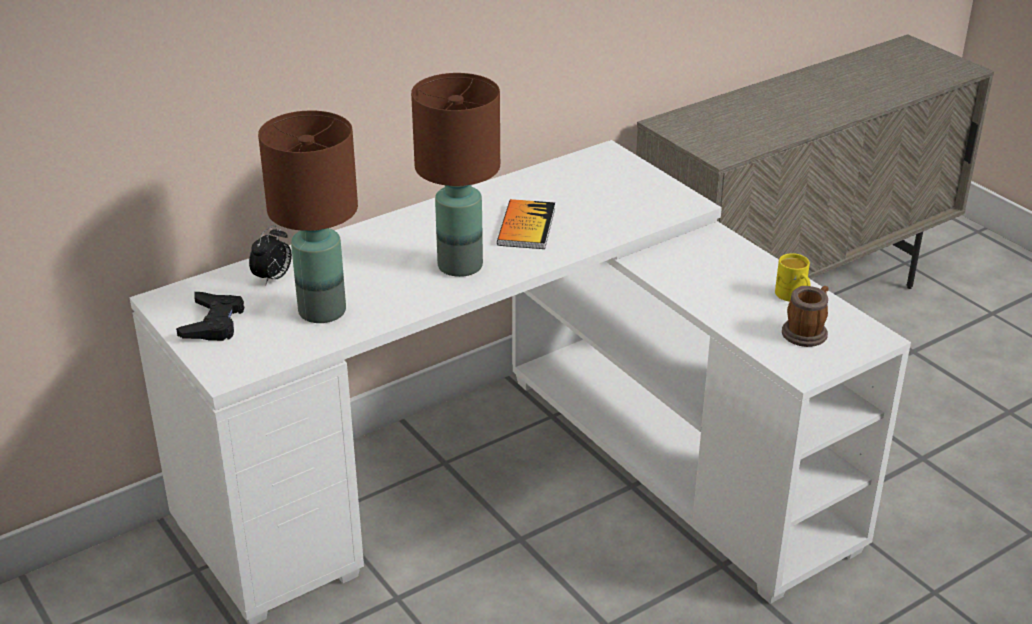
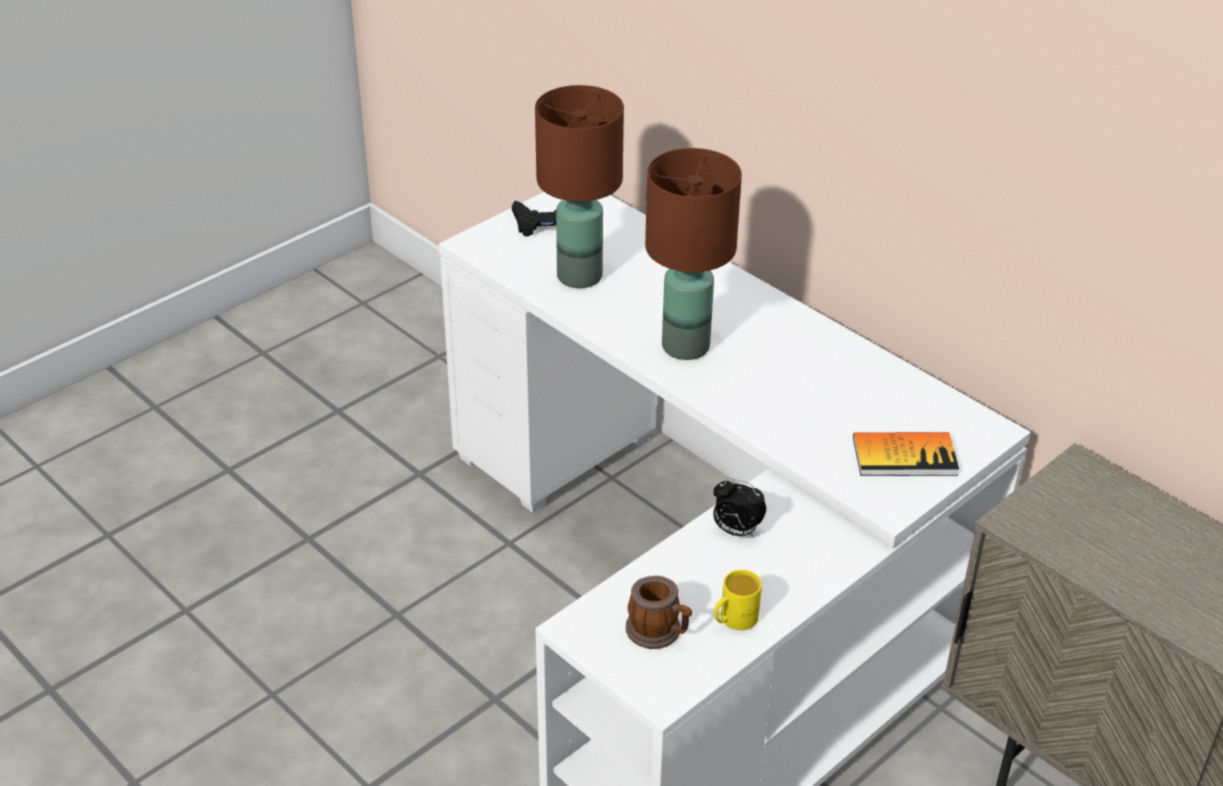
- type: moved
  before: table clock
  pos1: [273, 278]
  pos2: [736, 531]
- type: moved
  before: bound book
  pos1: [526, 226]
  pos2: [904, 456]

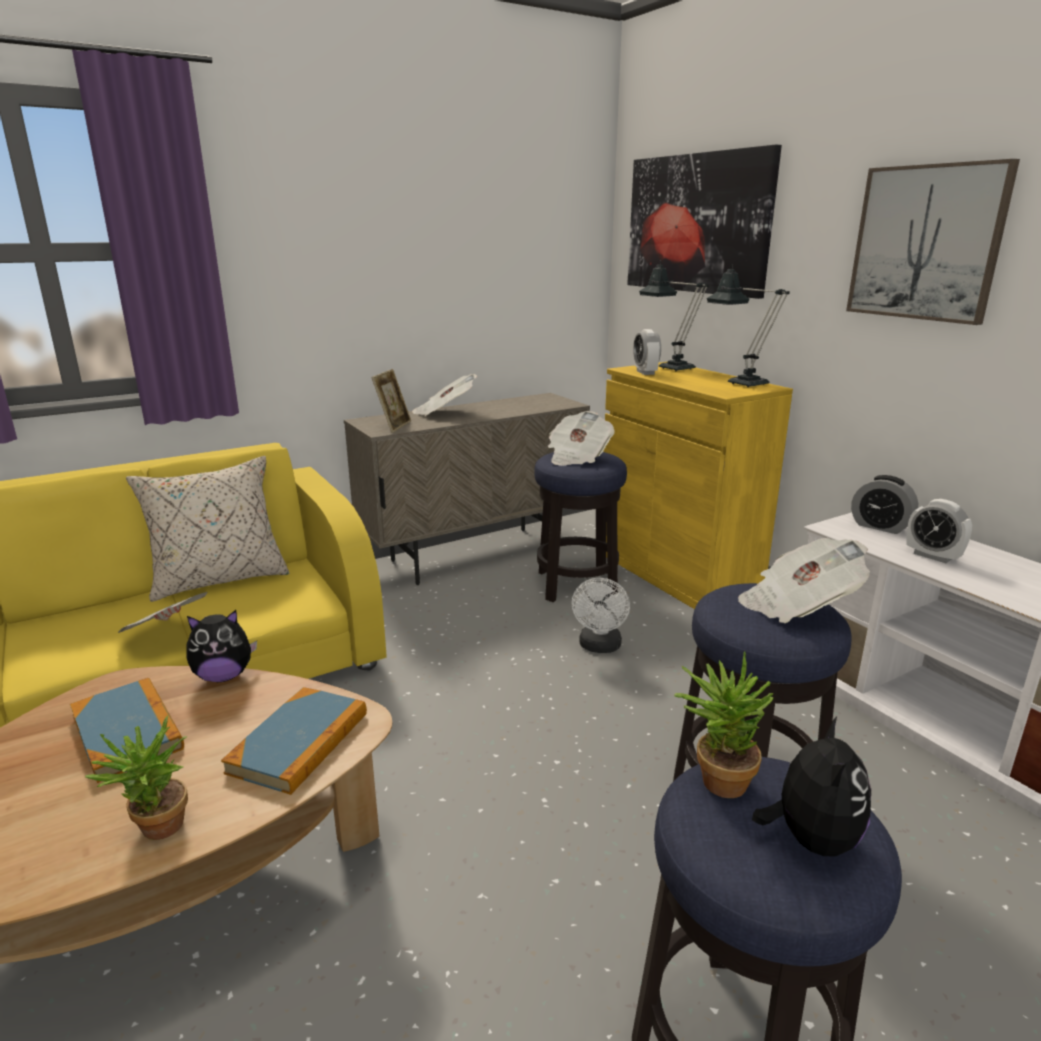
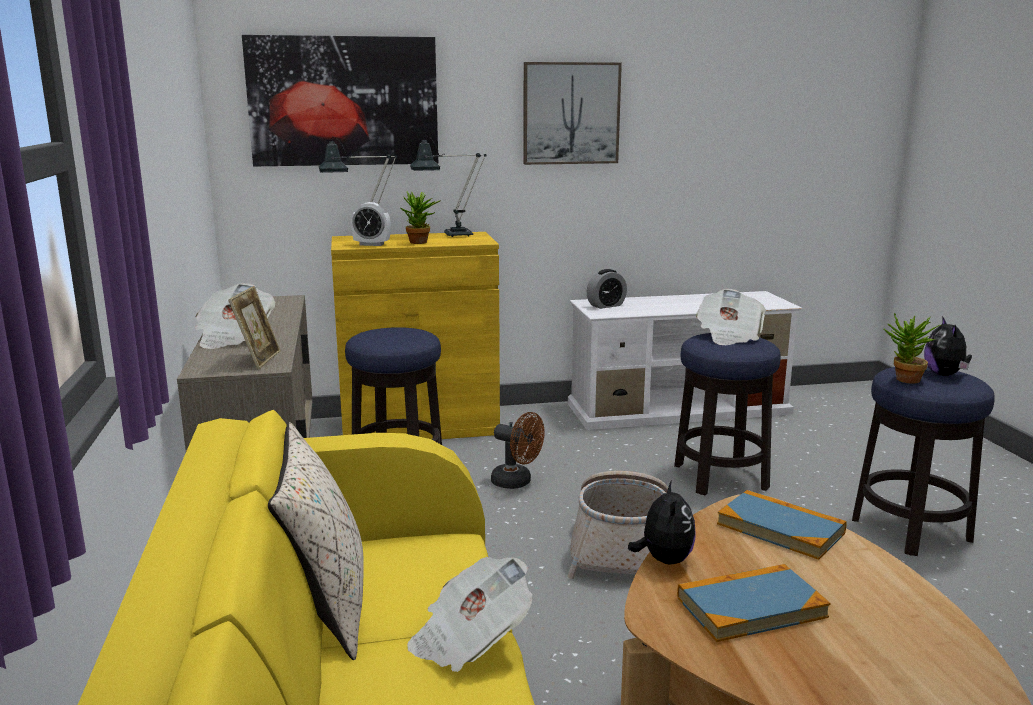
- type: removed
  before: newspaper
  pos1: [577, 457]
- type: removed
  before: table clock
  pos1: [932, 556]
- type: added
  after: basket
  pos2: [623, 548]
- type: moved
  before: houseplant
  pos1: [156, 831]
  pos2: [421, 243]
- type: recoloured
  before: white electric fan
  after: brown electric fan
  pos1: [599, 647]
  pos2: [517, 482]
- type: turned
  before: photo frame
  pos1: [394, 426]
  pos2: [258, 360]
  turn: 60
- type: turned
  before: cuddly toy
  pos1: [810, 838]
  pos2: [945, 375]
  turn: -120

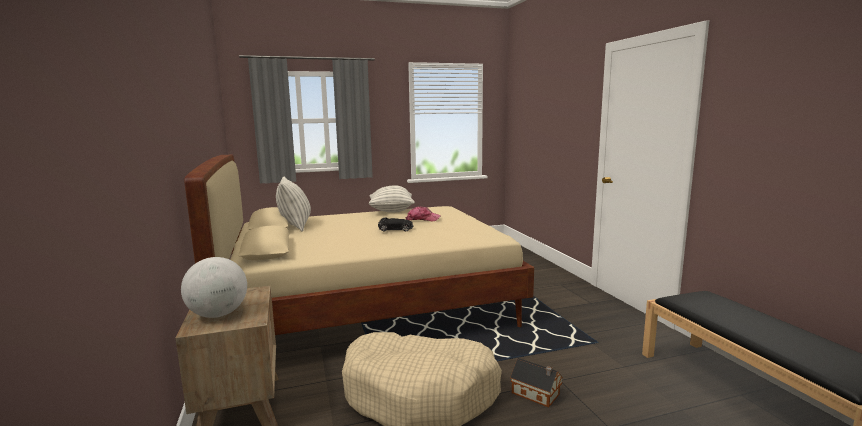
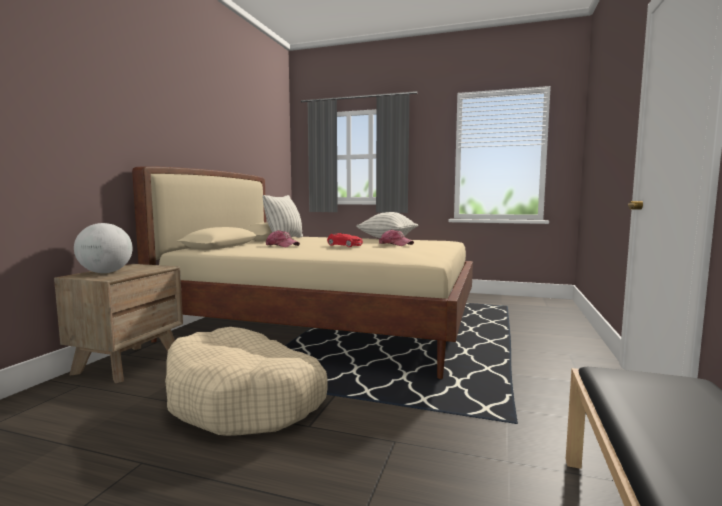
- type: removed
  before: model house
  pos1: [537, 394]
- type: added
  after: peaked cap
  pos2: [282, 245]
- type: recoloured
  before: blackish miniature car
  after: reddish miniature car
  pos1: [396, 229]
  pos2: [345, 245]

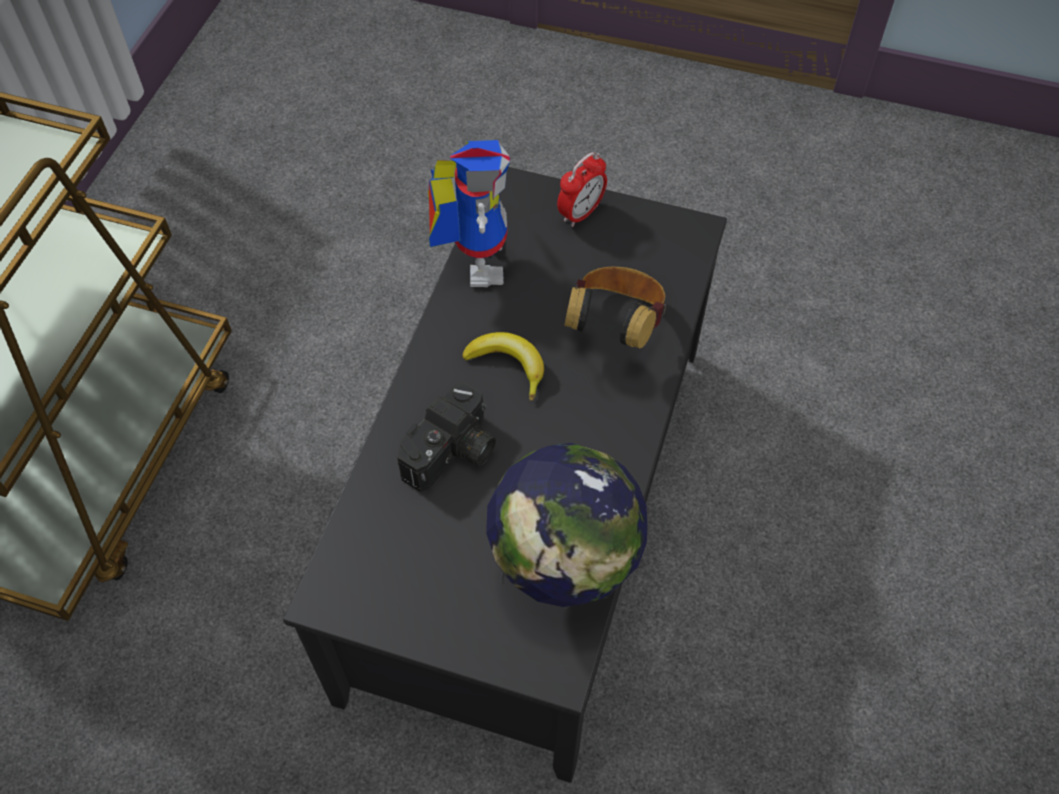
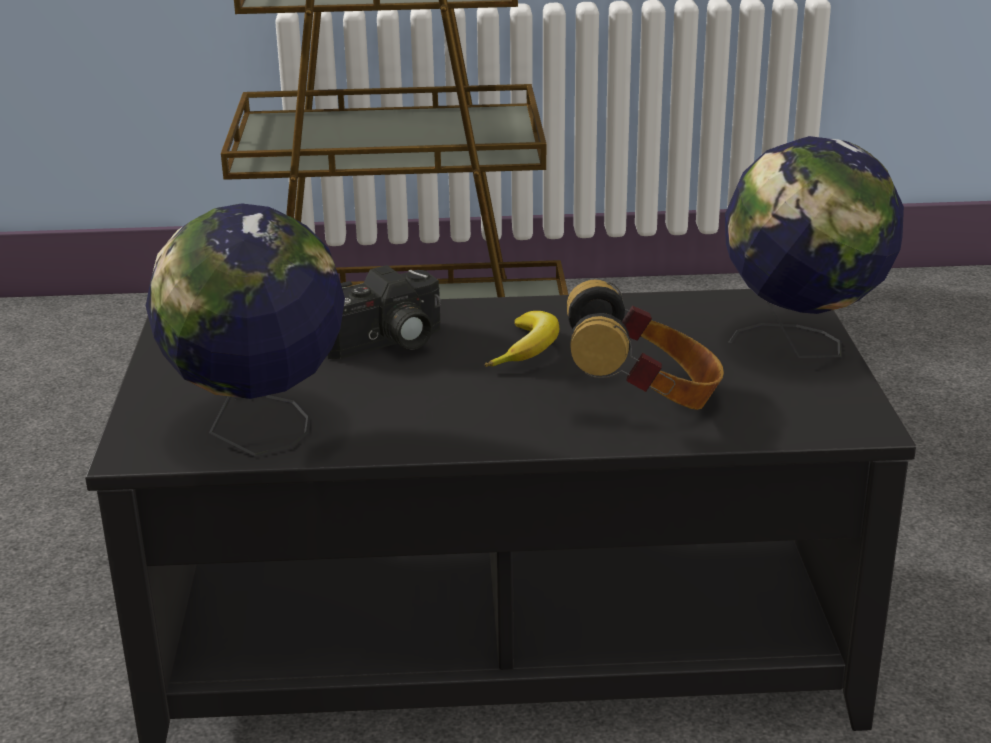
- type: removed
  before: toy robot
  pos1: [473, 257]
- type: replaced
  before: table clock
  after: globe
  pos1: [581, 213]
  pos2: [802, 347]
- type: turned
  before: photo camera
  pos1: [453, 454]
  pos2: [385, 344]
  turn: -45

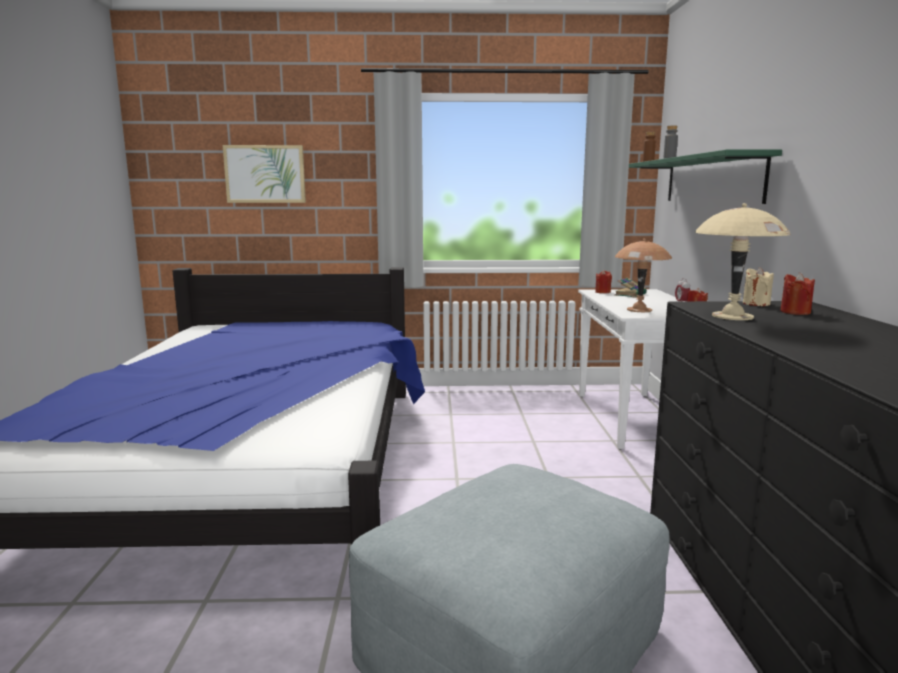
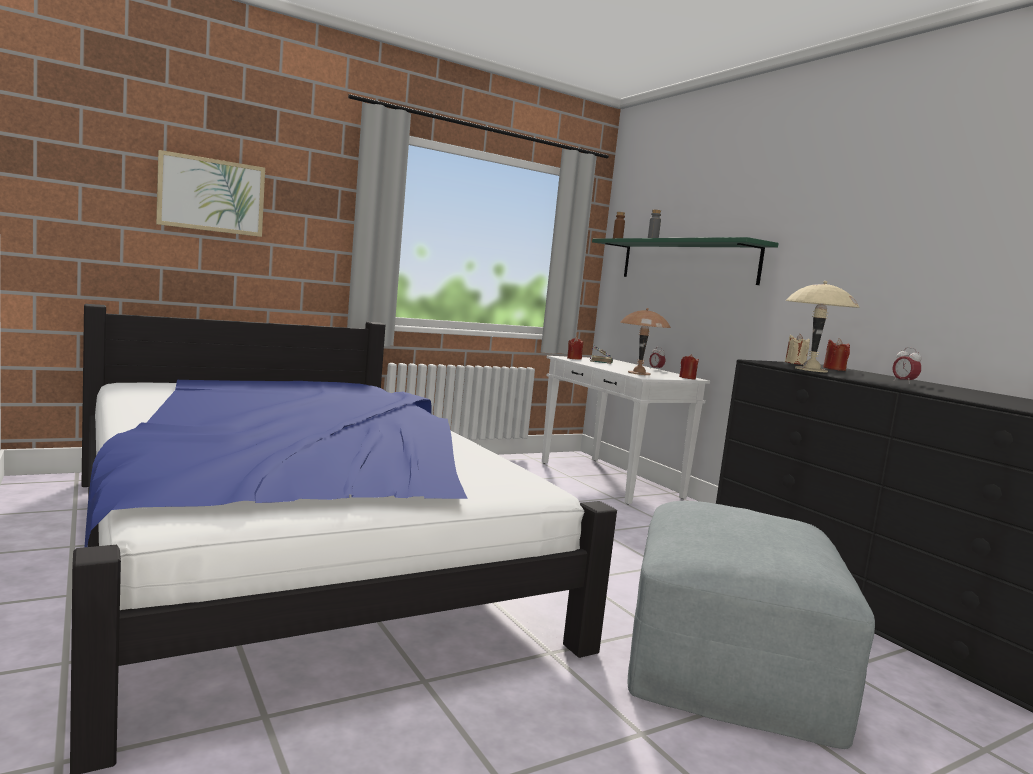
- type: added
  after: table clock
  pos2: [903, 382]

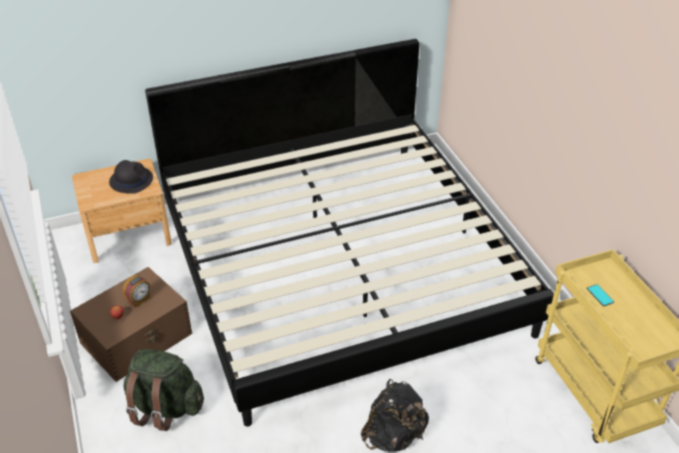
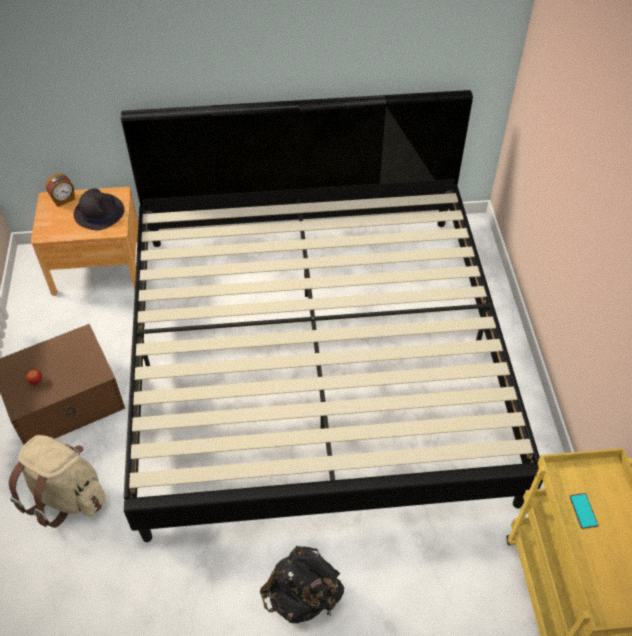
- type: moved
  before: table clock
  pos1: [139, 300]
  pos2: [64, 200]
- type: recoloured
  before: green backpack
  after: beige backpack
  pos1: [165, 407]
  pos2: [66, 495]

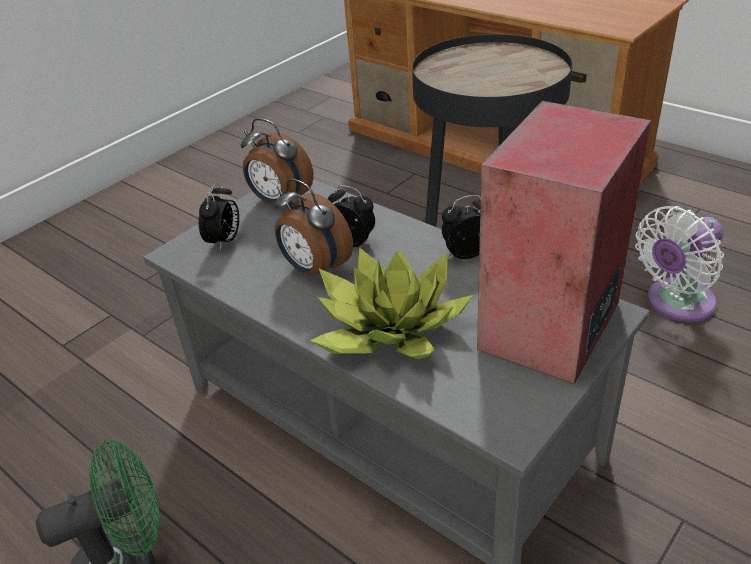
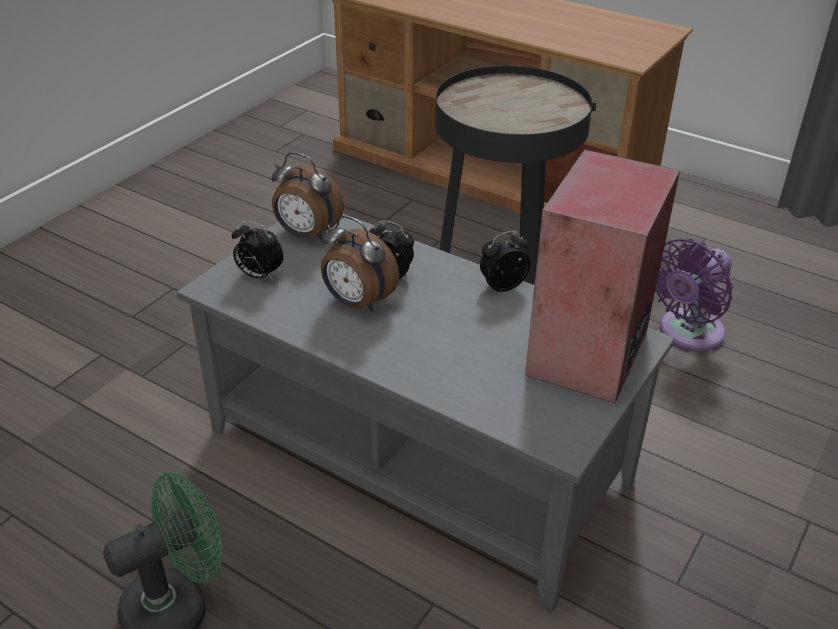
- type: removed
  before: houseplant
  pos1: [387, 329]
- type: recoloured
  before: white electric fan
  after: purple electric fan
  pos1: [676, 304]
  pos2: [687, 334]
- type: turned
  before: table clock
  pos1: [224, 241]
  pos2: [259, 275]
  turn: 105

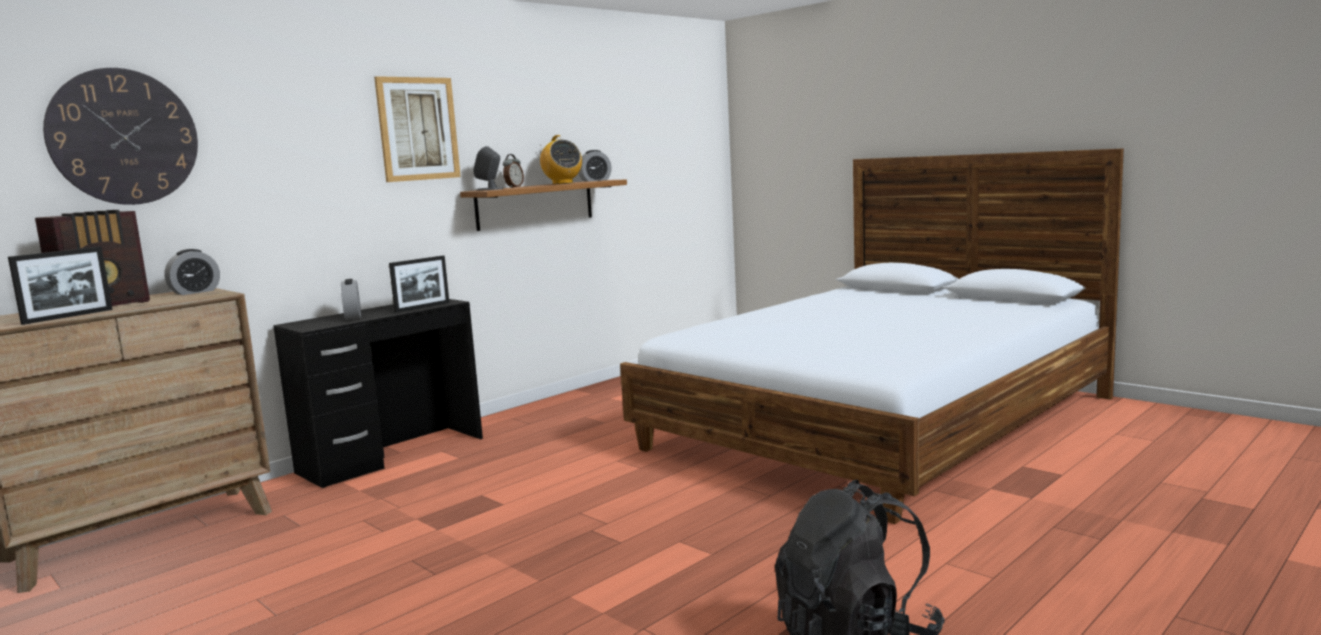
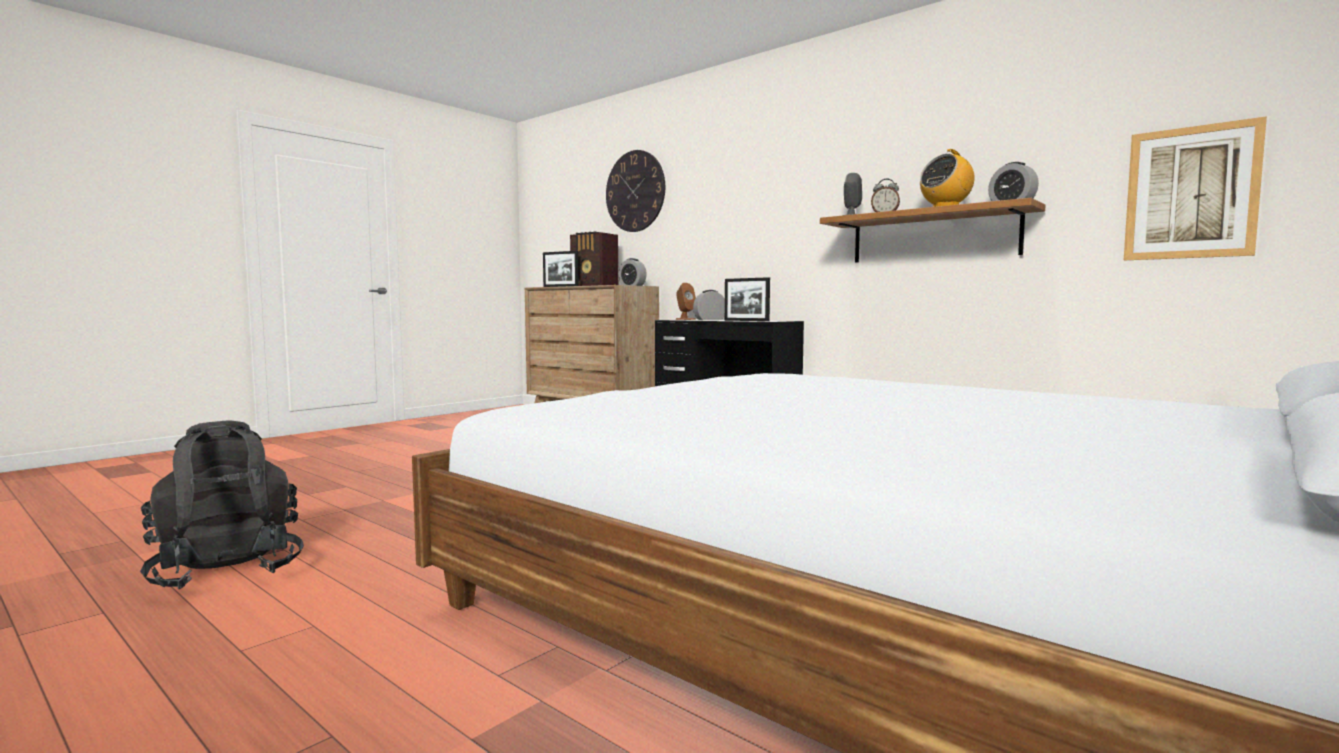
- type: added
  after: brown speaker
  pos2: [685, 319]
- type: moved
  before: wall art
  pos1: [418, 129]
  pos2: [1191, 193]

